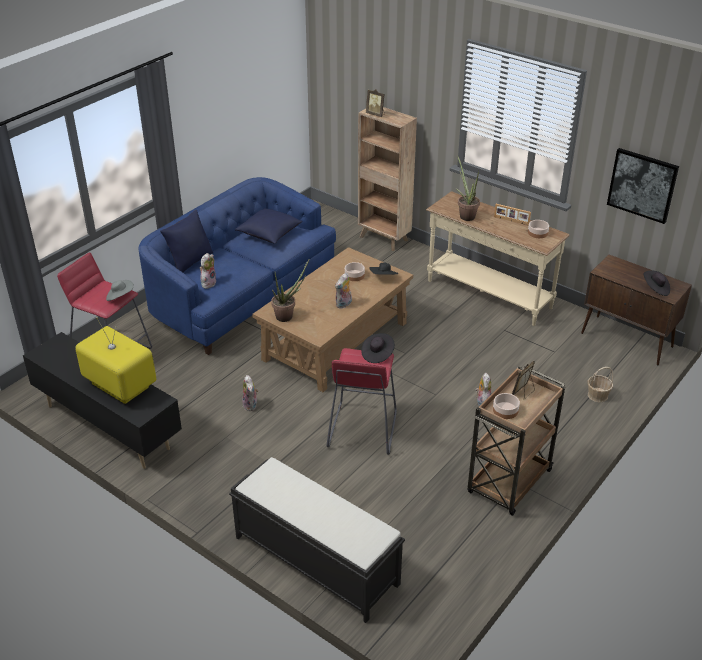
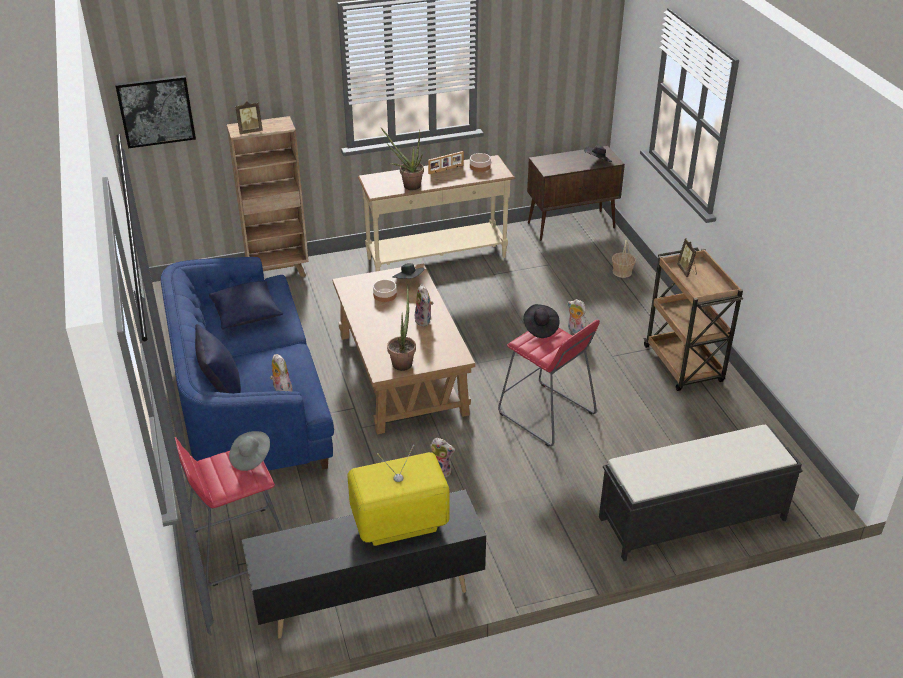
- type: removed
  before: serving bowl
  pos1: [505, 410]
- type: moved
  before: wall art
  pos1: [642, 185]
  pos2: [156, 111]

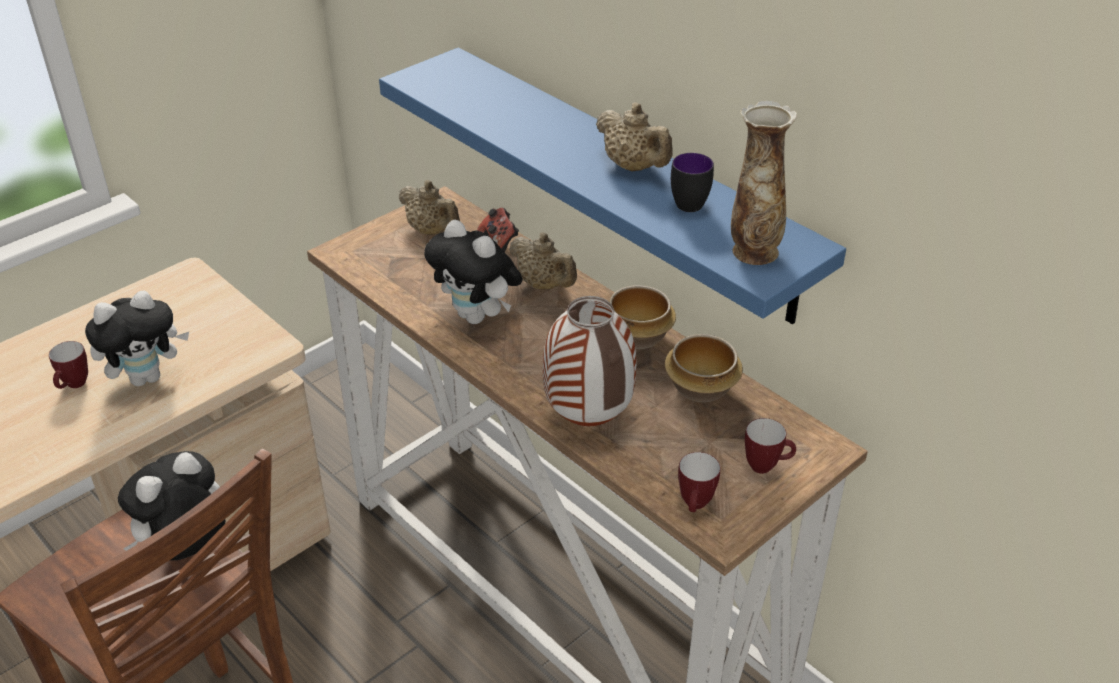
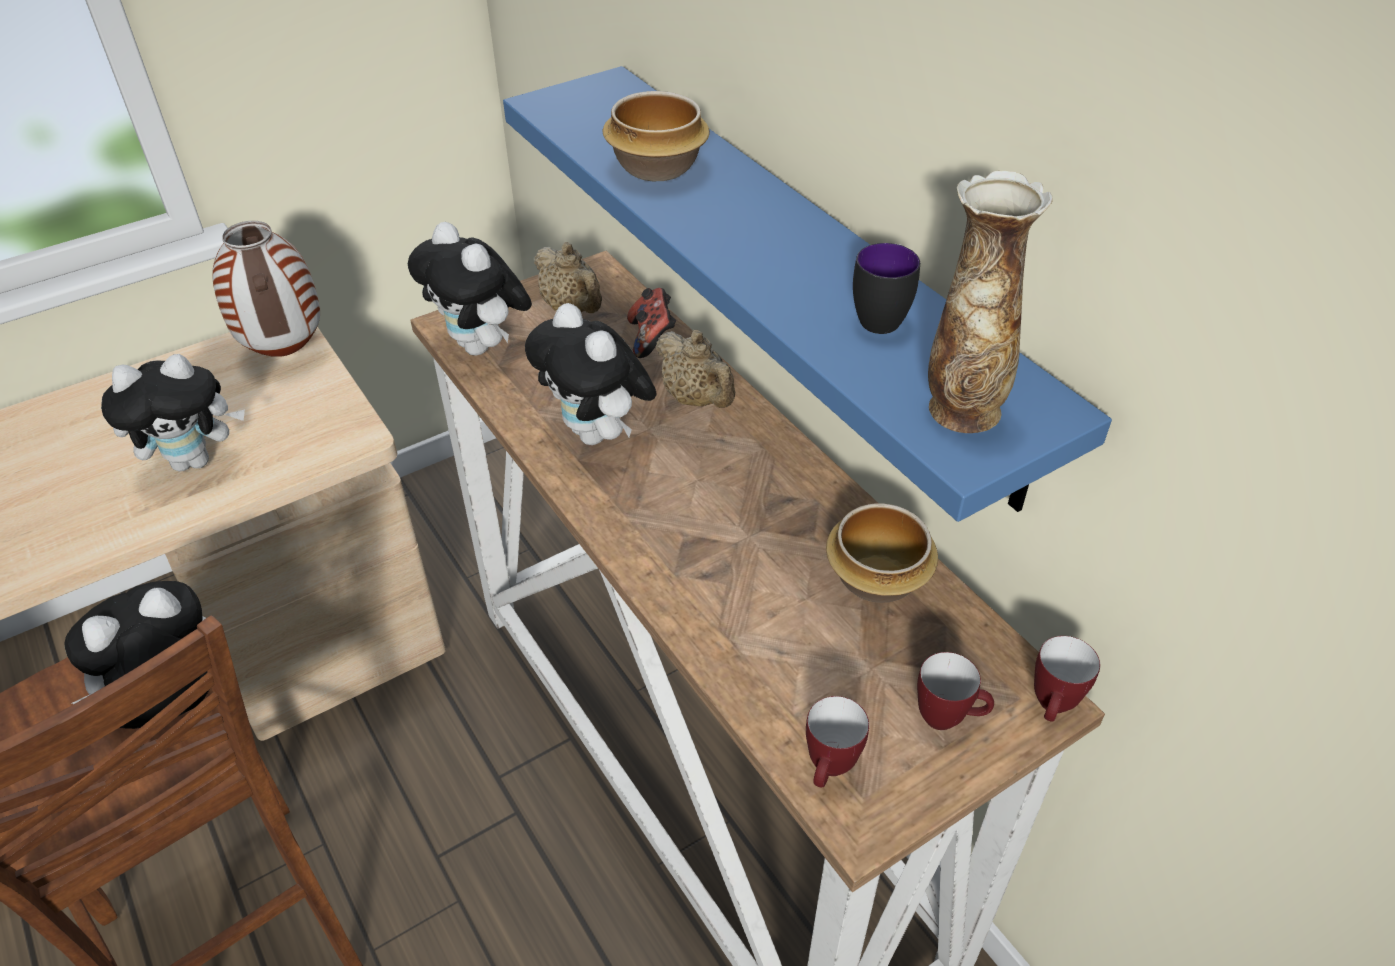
- type: removed
  before: beige tea pot
  pos1: [633, 167]
- type: added
  after: cuddly toy
  pos2: [482, 347]
- type: moved
  before: coffee mug
  pos1: [74, 386]
  pos2: [1052, 708]
- type: moved
  before: vase
  pos1: [586, 419]
  pos2: [284, 352]
- type: moved
  before: serving bowl
  pos1: [636, 336]
  pos2: [655, 167]

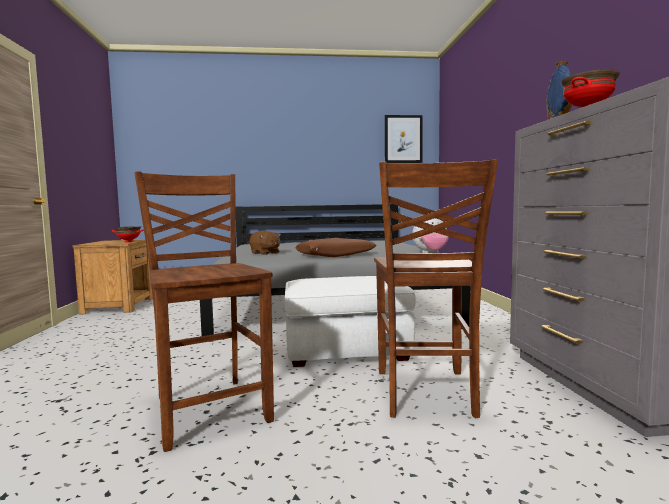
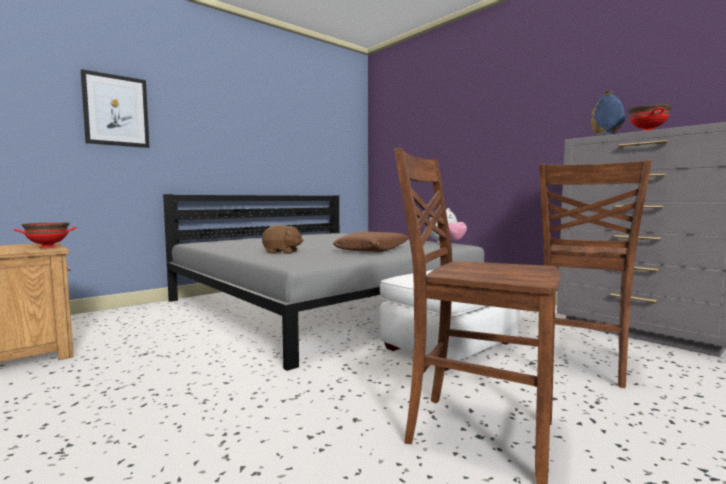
- type: moved
  before: wall art
  pos1: [403, 139]
  pos2: [116, 111]
- type: turned
  before: brown plain chair
  pos1: [425, 393]
  pos2: [580, 364]
  turn: 60

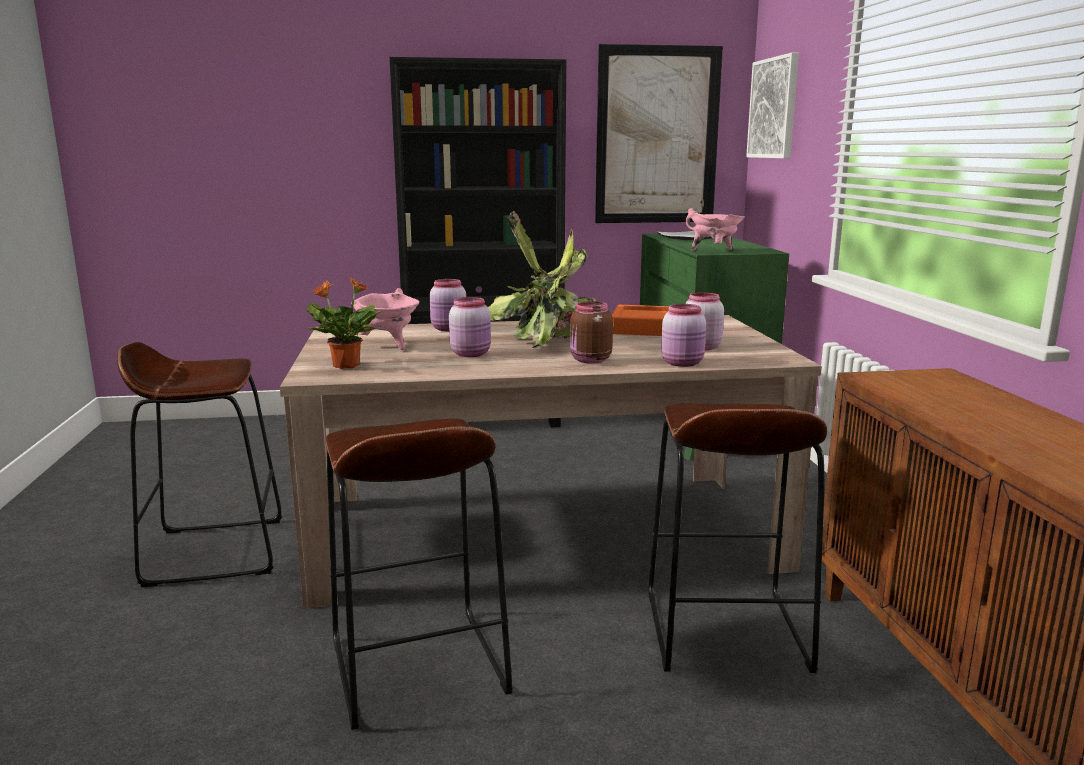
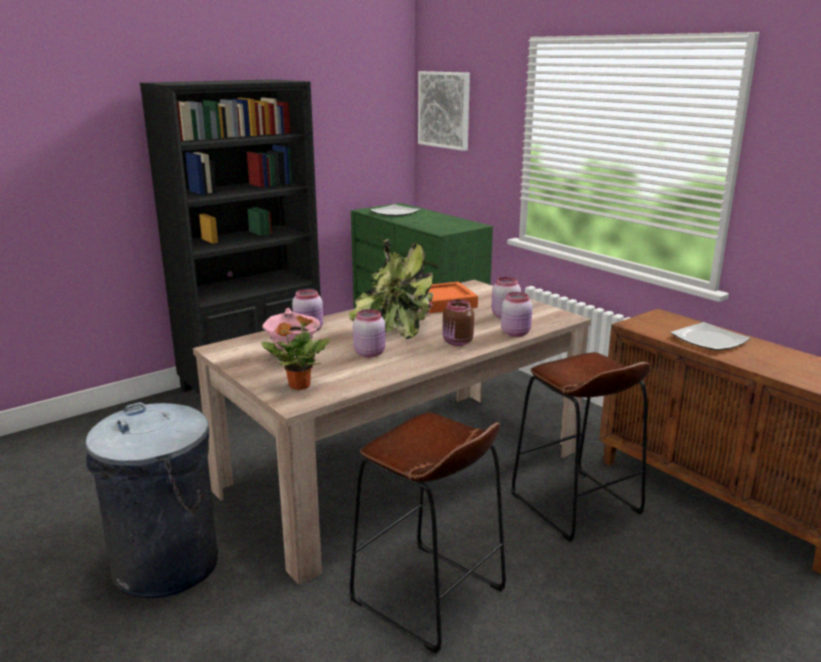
- type: removed
  before: wall art
  pos1: [657, 136]
- type: removed
  before: pinkish cooking pot
  pos1: [714, 251]
- type: added
  after: flat dish
  pos2: [709, 340]
- type: replaced
  before: brown stool
  after: gray rubbish bin
  pos1: [215, 551]
  pos2: [165, 565]

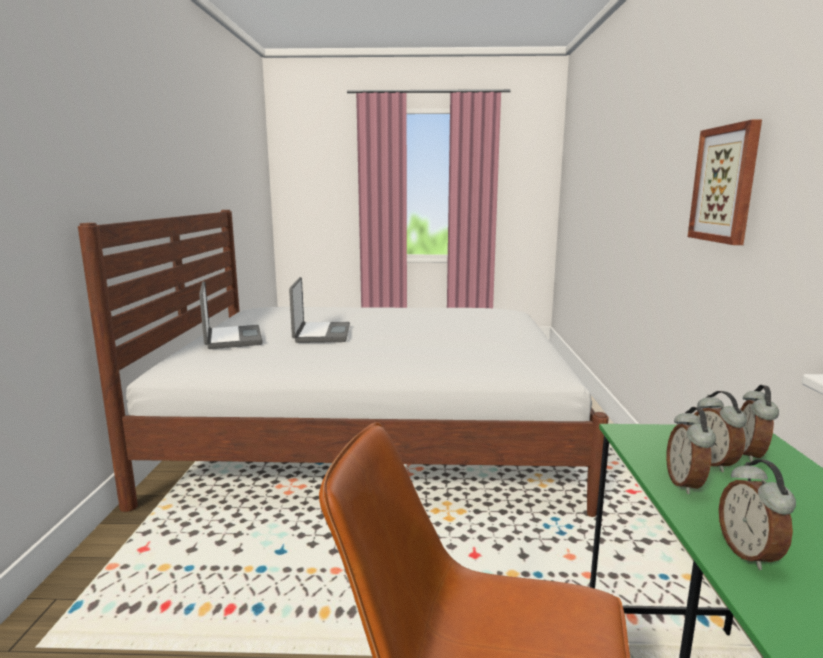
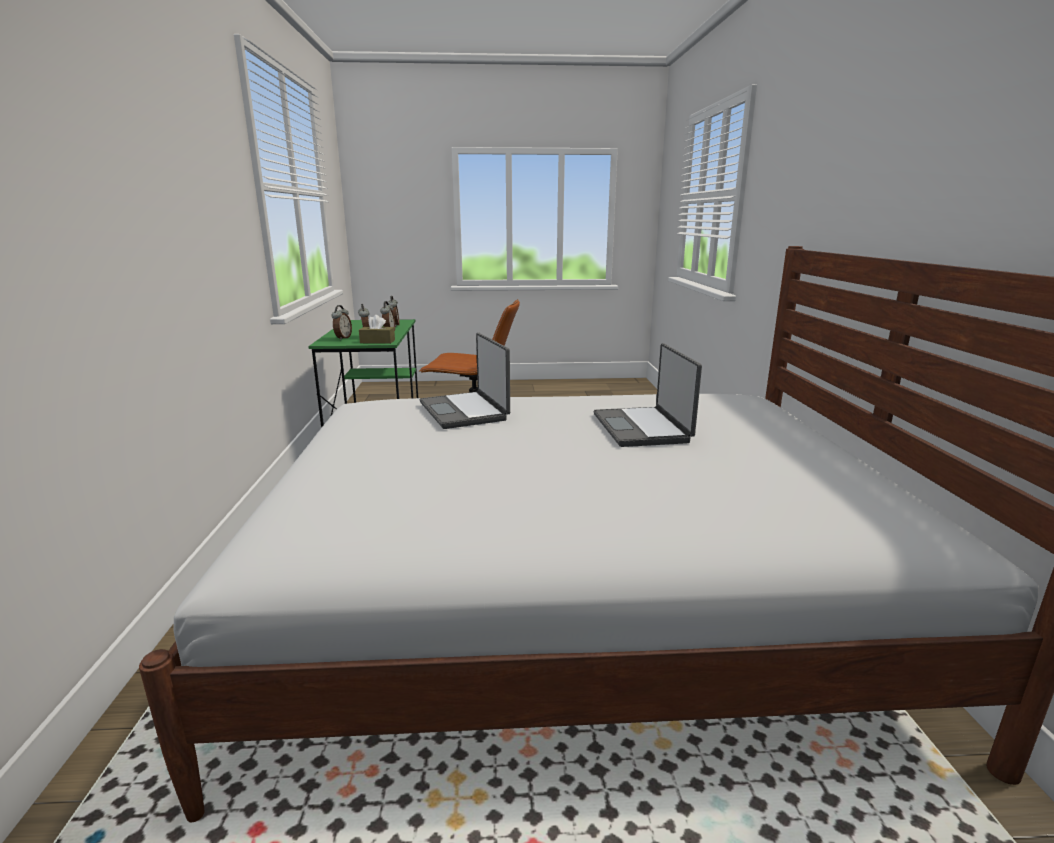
- type: removed
  before: wall art
  pos1: [725, 184]
- type: added
  after: brown tissue box
  pos2: [377, 341]
- type: moved
  before: portable computer
  pos1: [231, 338]
  pos2: [465, 411]

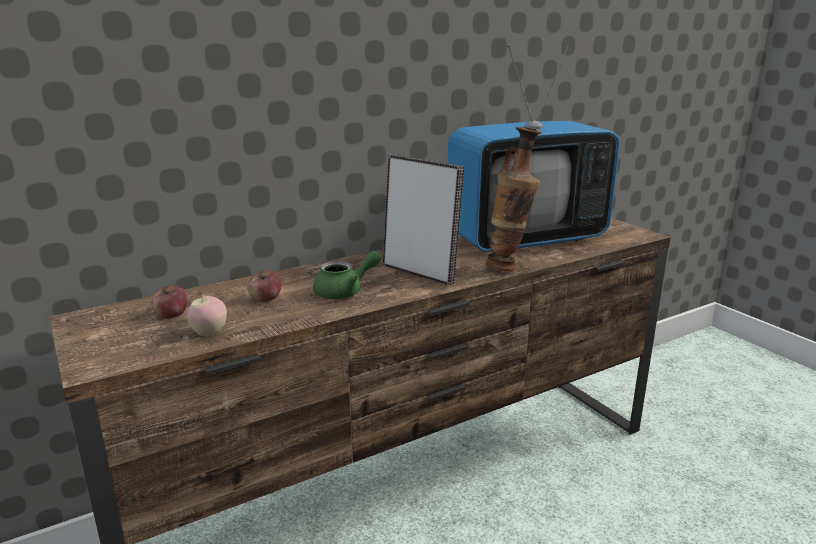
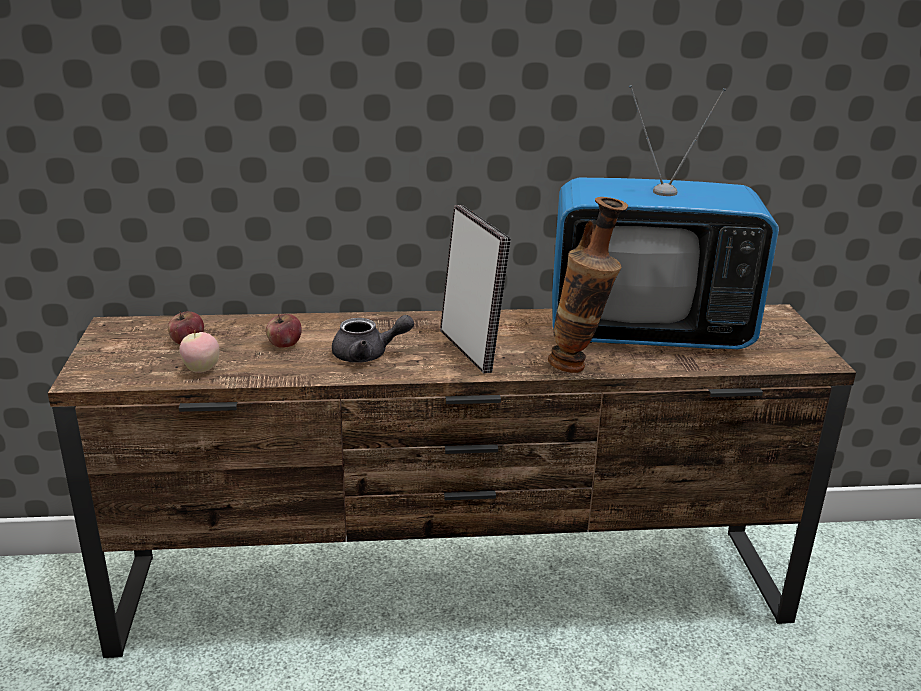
- type: recoloured
  before: green tea pot
  after: gray tea pot
  pos1: [345, 292]
  pos2: [368, 355]

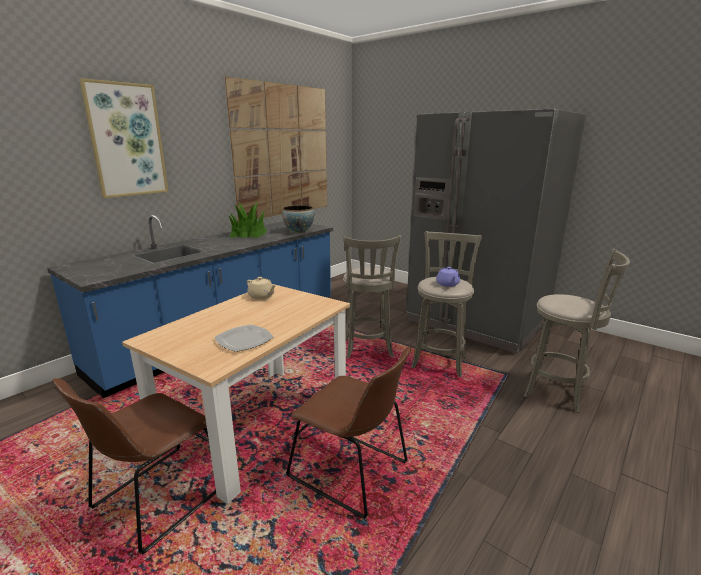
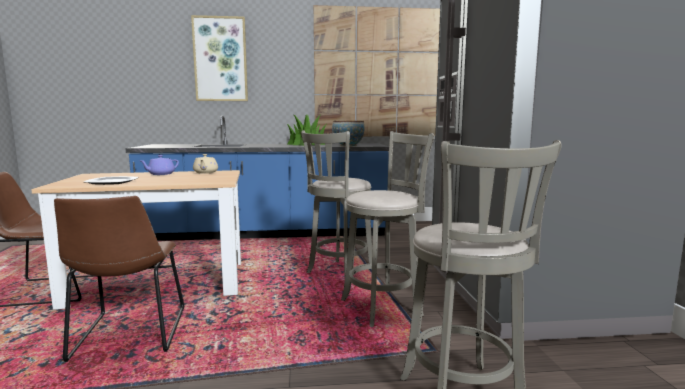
- type: moved
  before: purple tea pot
  pos1: [447, 284]
  pos2: [160, 174]

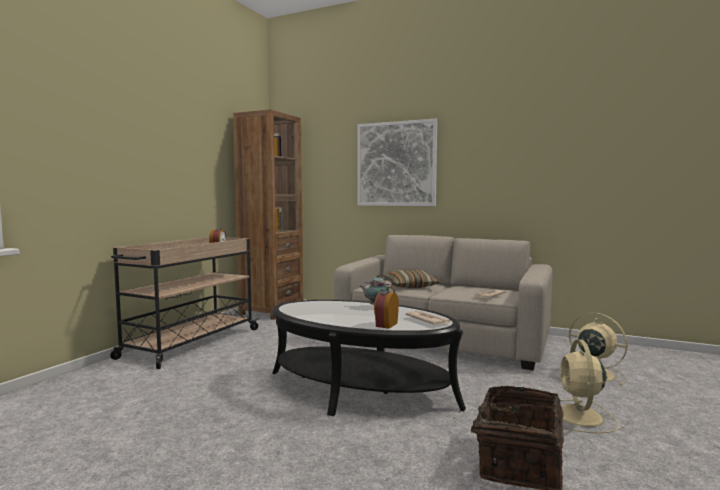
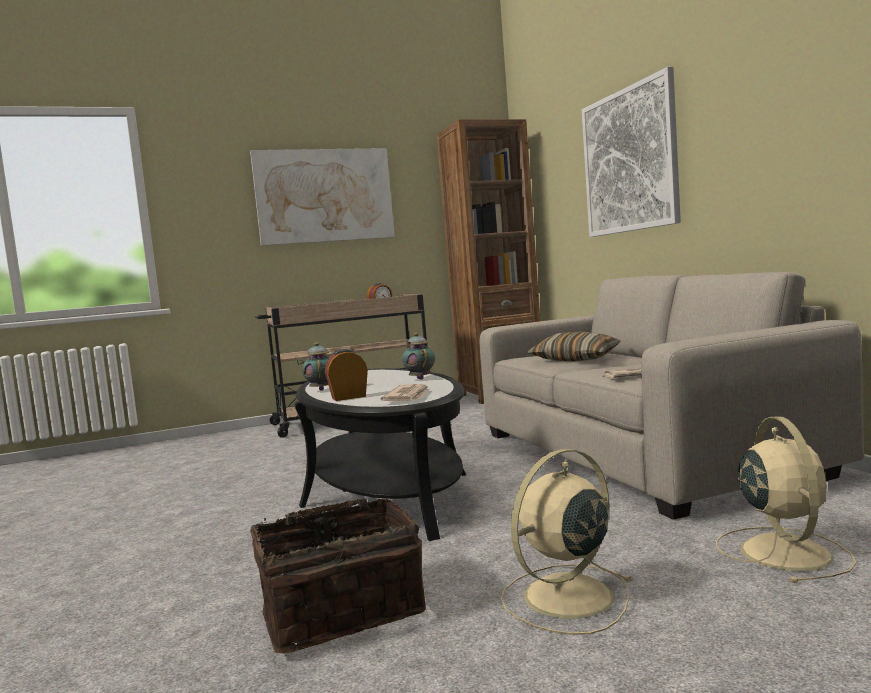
- type: added
  after: wall art
  pos2: [324, 196]
- type: added
  after: tea pot
  pos2: [322, 389]

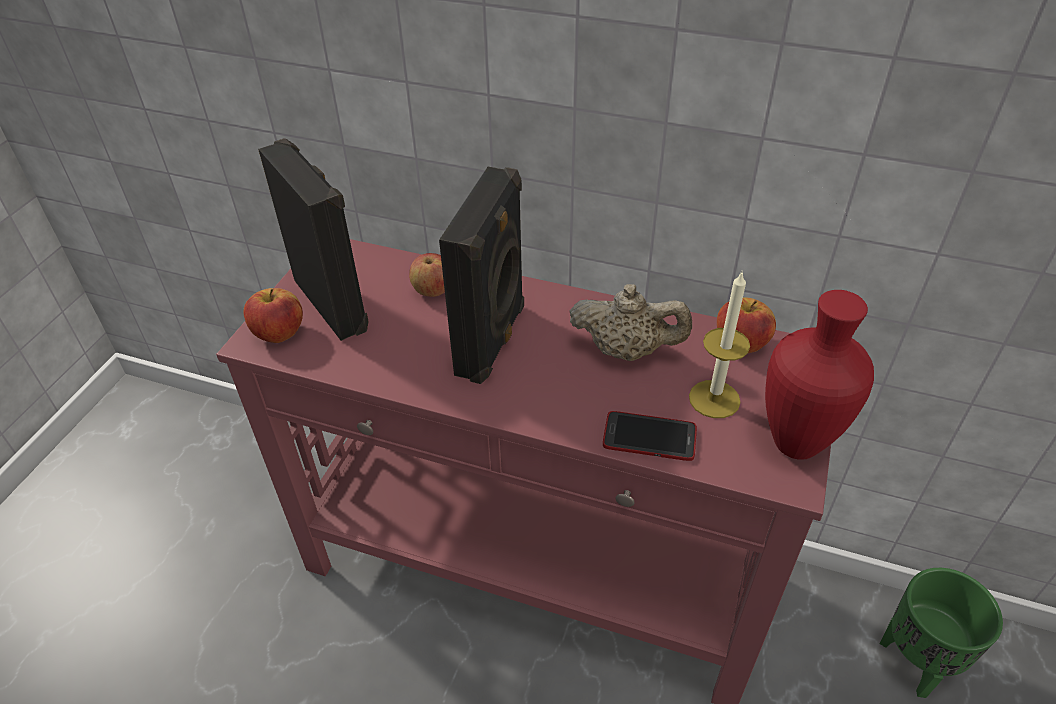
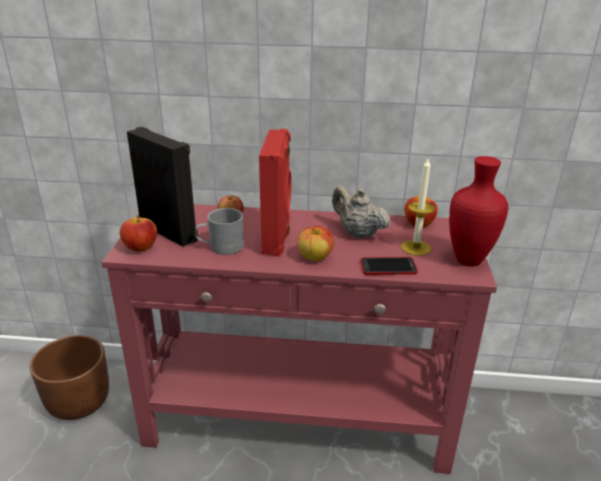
- type: removed
  before: green plant pot
  pos1: [917, 662]
- type: added
  after: brown plant pot
  pos2: [78, 401]
- type: added
  after: gray coffee mug
  pos2: [221, 246]
- type: added
  after: apple
  pos2: [315, 257]
- type: recoloured
  before: blackish speaker
  after: reddish speaker
  pos1: [493, 340]
  pos2: [278, 237]
- type: turned
  before: beige tea pot
  pos1: [626, 350]
  pos2: [357, 233]
  turn: -135

